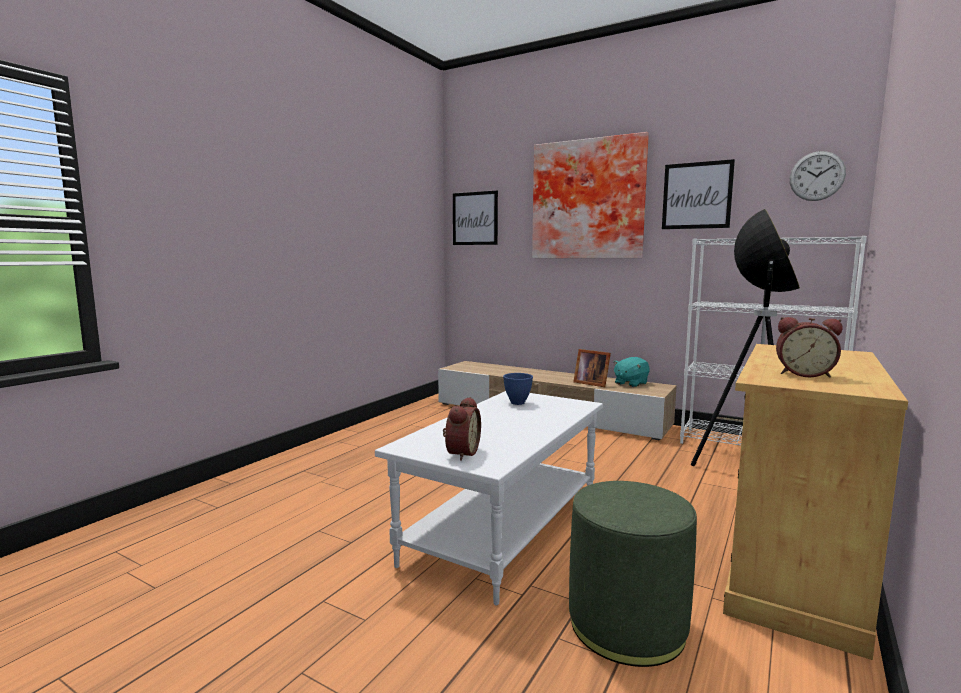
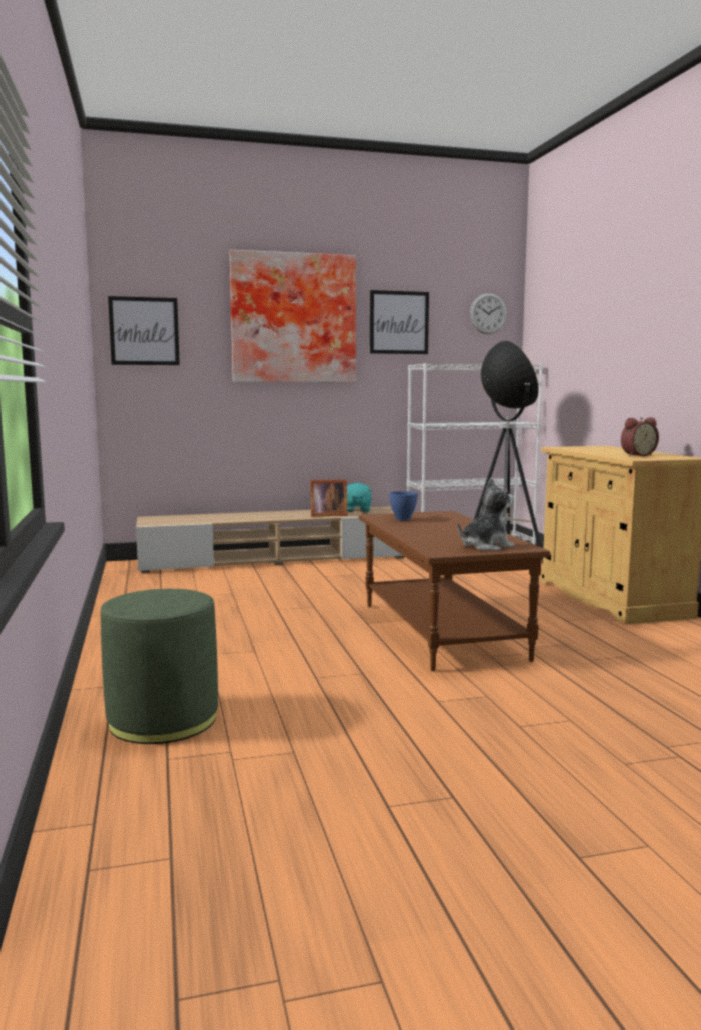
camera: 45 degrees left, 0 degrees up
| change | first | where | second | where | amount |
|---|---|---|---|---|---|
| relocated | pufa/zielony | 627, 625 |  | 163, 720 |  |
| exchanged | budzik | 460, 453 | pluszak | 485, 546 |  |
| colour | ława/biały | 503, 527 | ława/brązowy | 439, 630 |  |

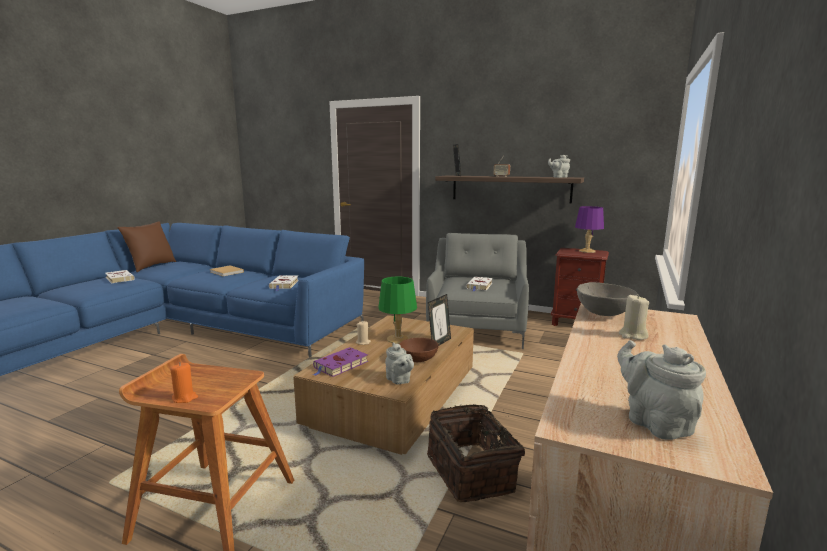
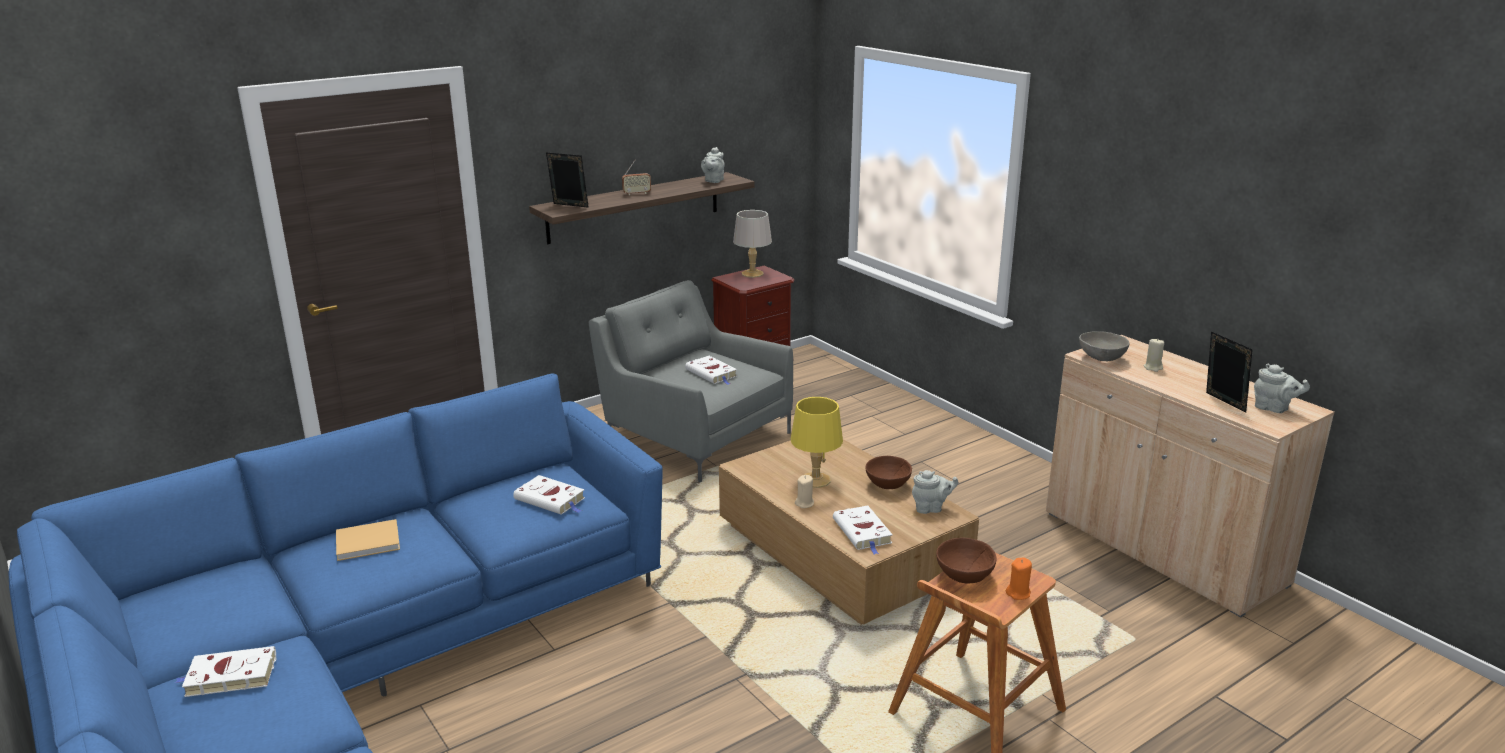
camera: 60 degrees left, 10 degrees up
| change | first | where | second | where | amount |
|---|---|---|---|---|---|
| missing | poduszka/brązowy | 151, 266 |  |  |  |
| missing | koszyk | 472, 472 |  |  |  |
| appeared |  |  | miska/brązowy | 964, 575 |  |
| relocated | ramka na zdjęcie | 439, 343 |  | 1222, 403 |  |
| colour | książka/fioletowy | 340, 365 | książka/biały | 863, 532 |  |
| colour | lampa stołowa/zielony | 398, 339 | lampa stołowa/żółty | 815, 480 |  |
| colour | lampa stołowa/fioletowy | 586, 251 | lampa stołowa/szary | 752, 274 |  |
| spun | imbryk/szary | 654, 422 |  | 1274, 408 | 150 degrees counterclockwise |

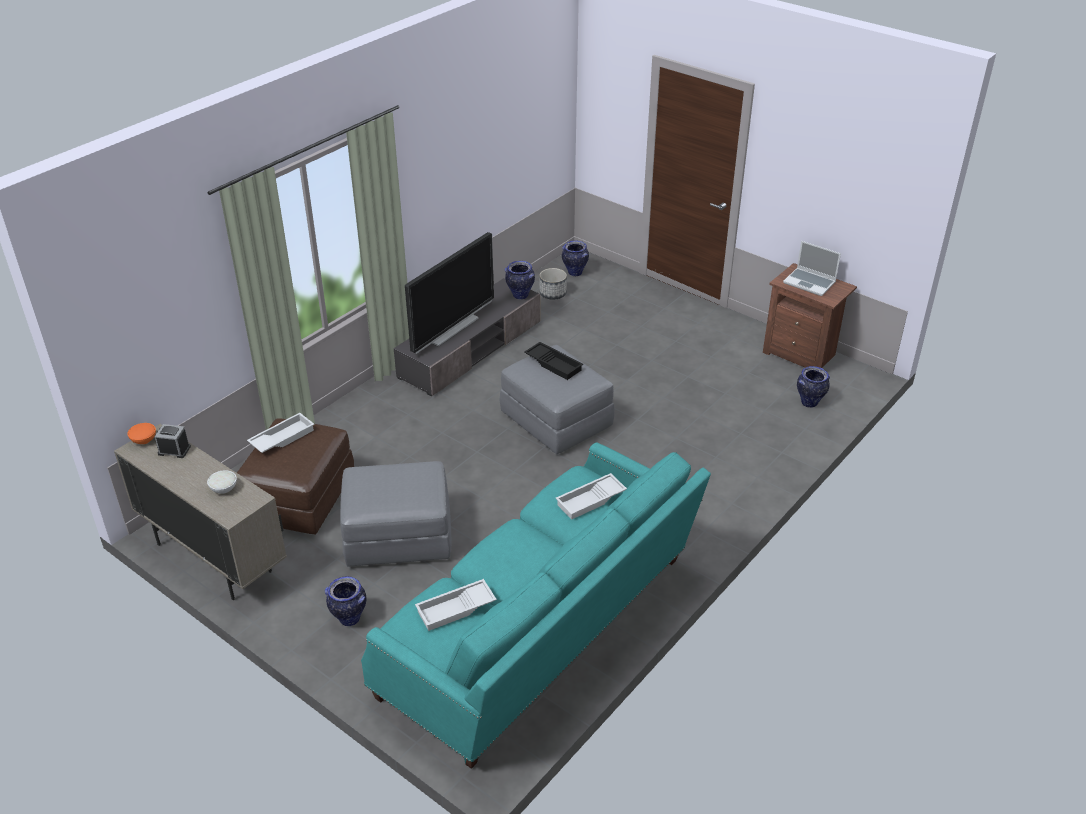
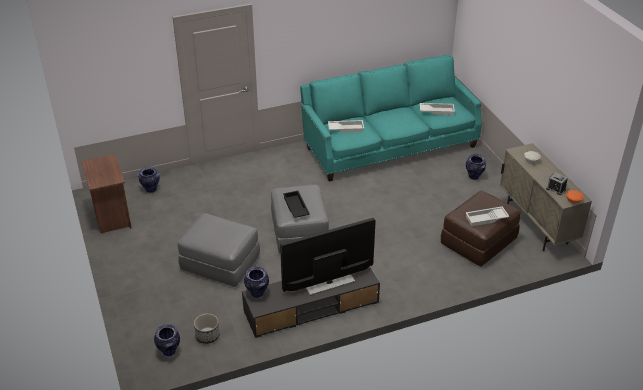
camera: 150 degrees left, 0 degrees up
| change | first | where | second | where | amount |
|---|---|---|---|---|---|
| missing | laptop | 810, 283 |  |  |  |
| relocated | pufa/szary | 399, 535 |  | 220, 264 |  |

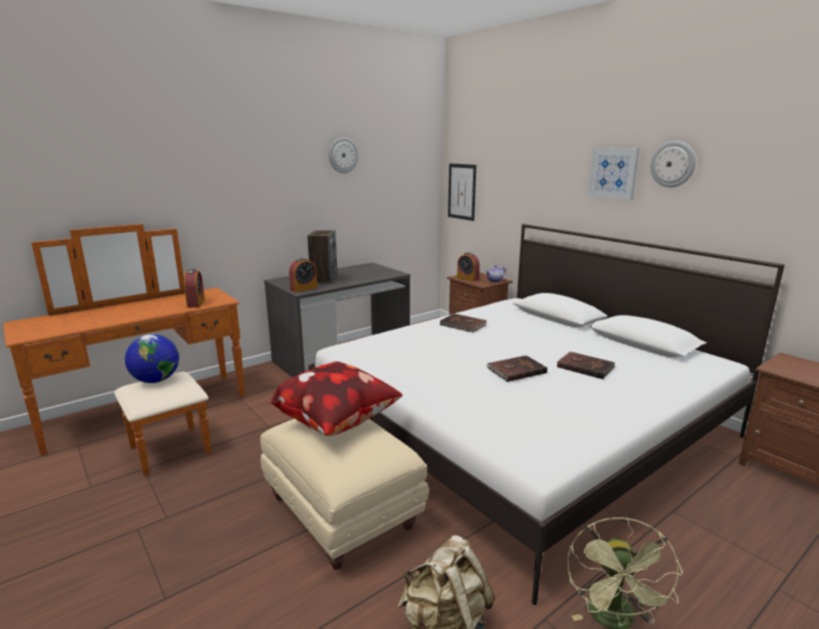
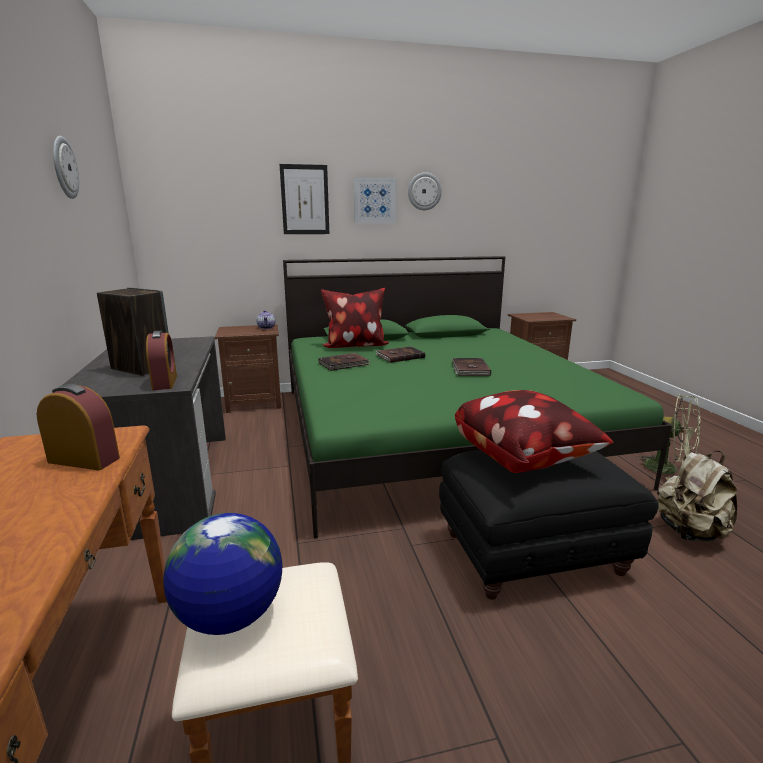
camera: 65 degrees left, 0 degrees up
| change | first | where | second | where | amount |
|---|---|---|---|---|---|
| missing | budzik | 467, 279 |  |  |  |
| appeared |  |  | poduszka | 354, 346 |  |
| relocated | obraz | 462, 191 |  | 305, 200 |  |
| relocated | książka/brązowy | 585, 367 |  | 400, 356 |  |
| colour | pufa/beżowy | 343, 514 | pufa/czarny | 534, 553 |  |
| colour | łóżko/biały | 521, 427 | łóżko/zielony | 435, 430 |  |

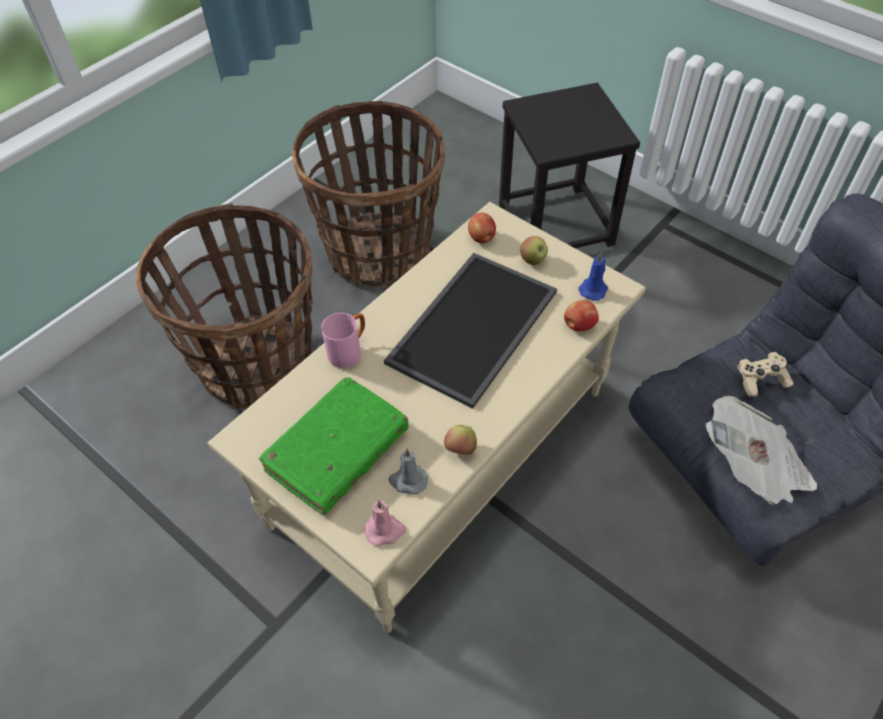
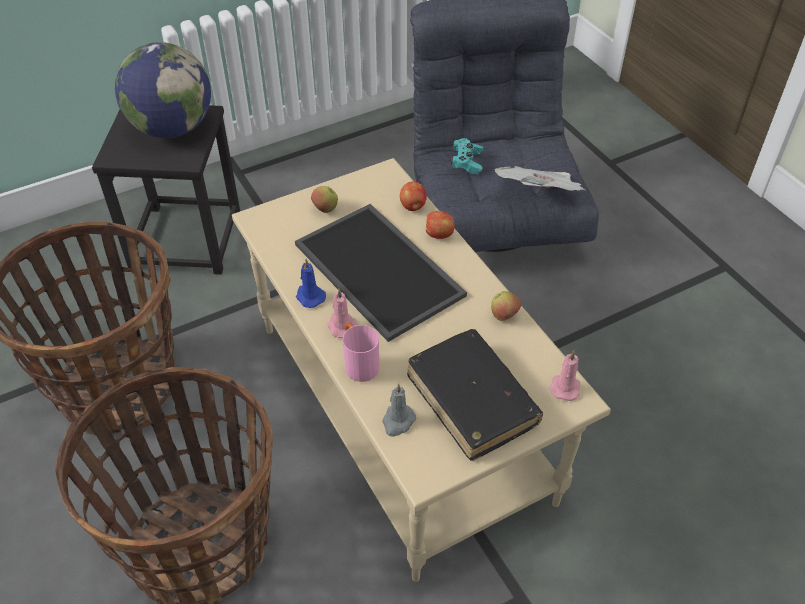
camera: 70 degrees left, 5 degrees down
| change | first | where | second | where | amount |
|---|---|---|---|---|---|
| appeared |  |  | globus | 172, 128 |  |
| appeared |  |  | świeca/różowy | 341, 325 |  |
| relocated | świeca/szary | 408, 481 |  | 398, 422 |  |
| relocated | jabłko | 481, 238 |  | 439, 234 |  |
| relocated | świeca/niebieski | 593, 289 |  | 309, 296 |  |
| colour | książka/zielony | 337, 452 | książka/czarny | 472, 401 |  |
| colour | pad do gier/beżowy | 760, 380 | pad do gier/turkusowy | 466, 162 |  |

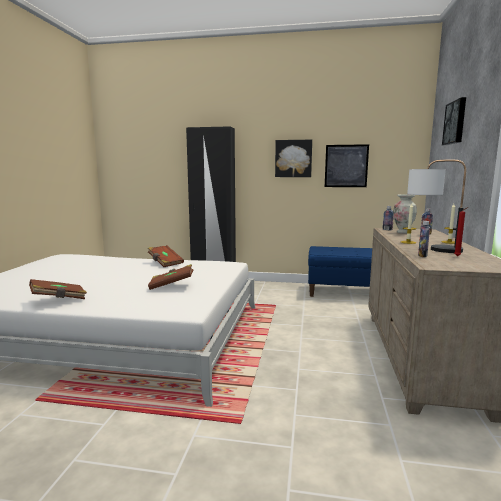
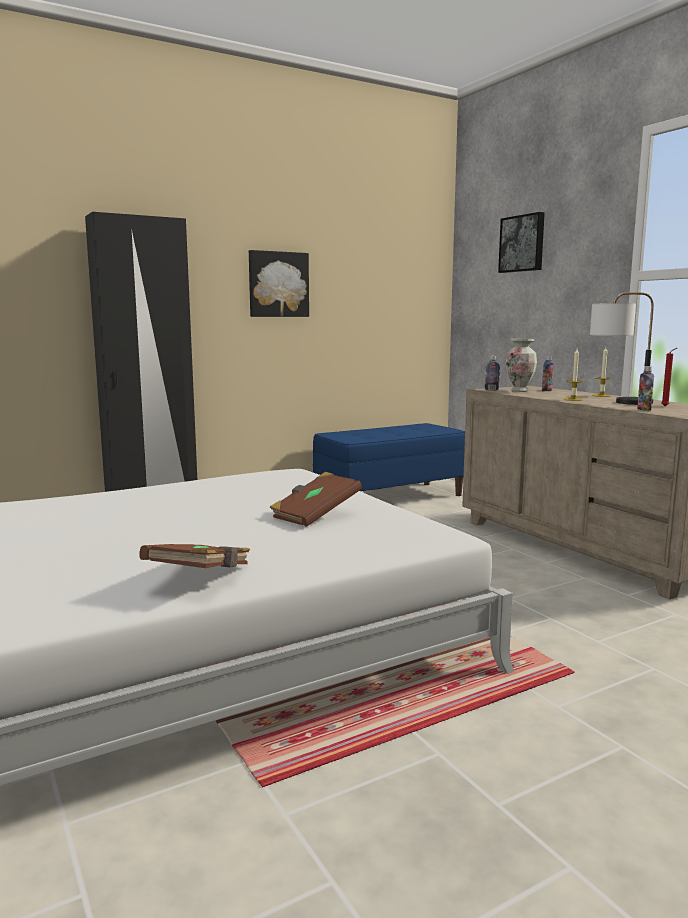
camera: 40 degrees left, 0 degrees up
| change | first | where | second | where | amount |
|---|---|---|---|---|---|
| missing | książka/brązowy | 165, 263 |  |  |  |
| missing | obraz | 346, 166 |  |  |  |

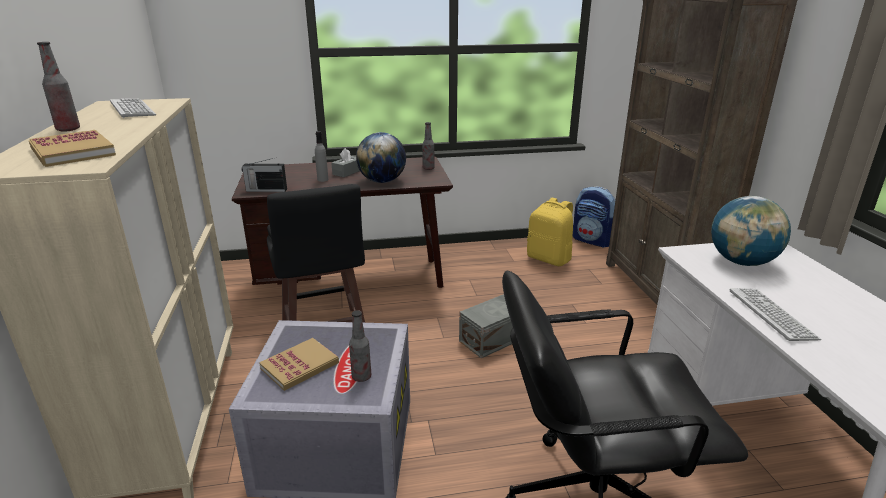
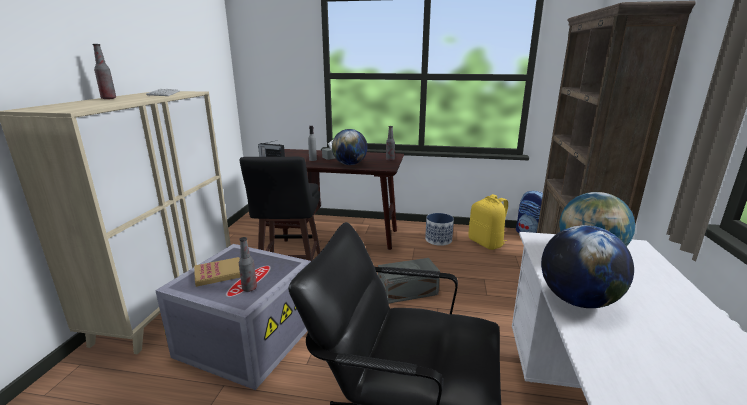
camera: 20 degrees right, 5 degrees down
| change | first | where | second | where | amount |
|---|---|---|---|---|---|
| missing | książka | 72, 152 |  |  |  |
| appeared |  |  | donica | 438, 240 |  |
| exchanged | klawiatura | 771, 315 | globus | 577, 300 |  |

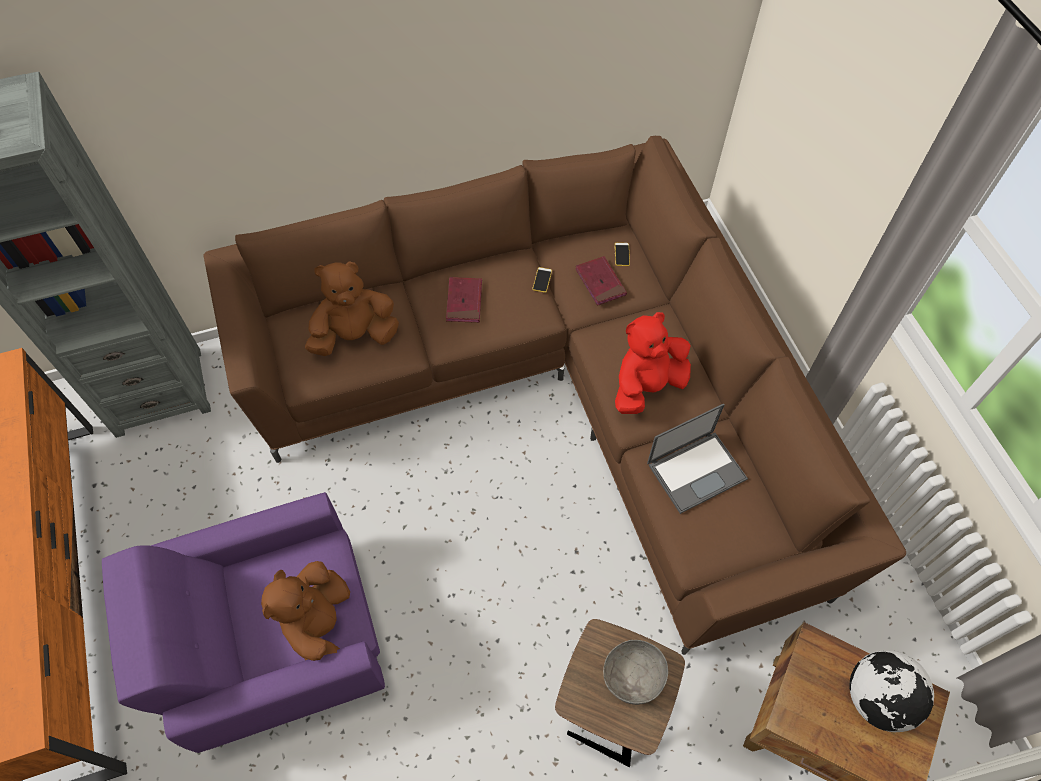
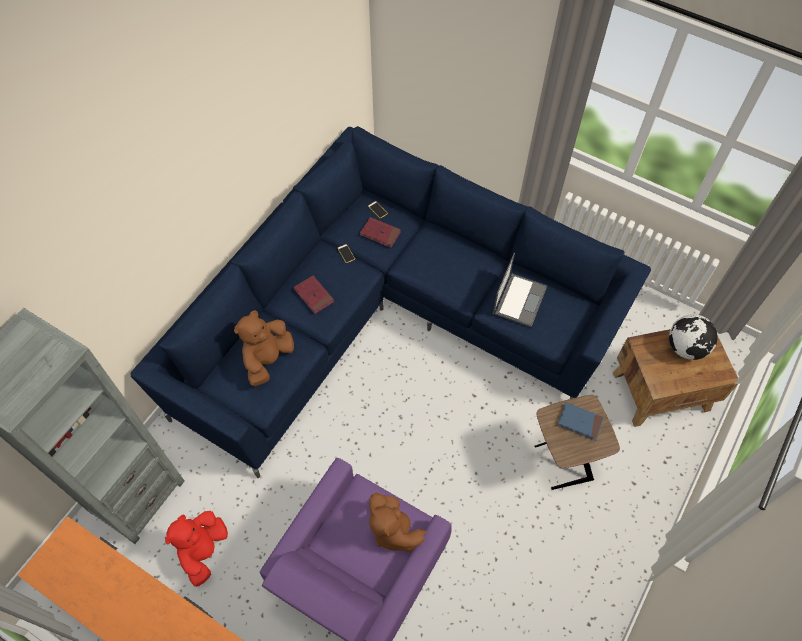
camera: 40 degrees left, 0 degrees up
| change | first | where | second | where | amount |
|---|---|---|---|---|---|
| relocated | pluszak/czerwony | 647, 386 |  | 204, 550 |  |
| exchanged | miska/szary | 633, 676 | książka/niebieski | 580, 422 |  |
| colour | kanapa/brązowy | 556, 393 | kanapa/niebieski | 386, 318 |  |

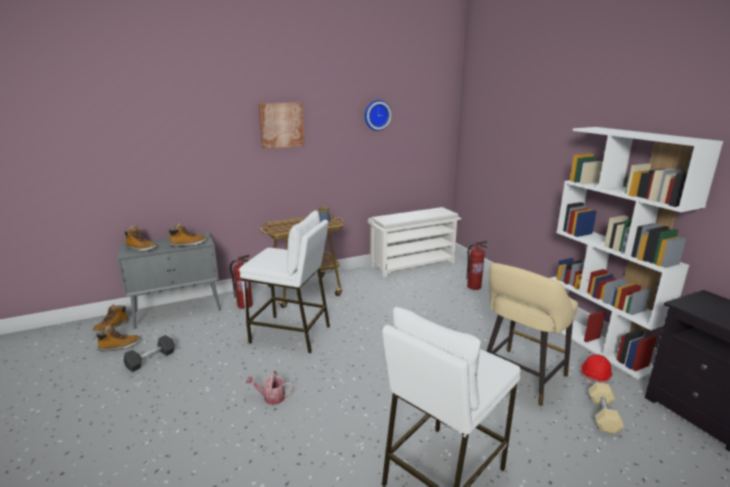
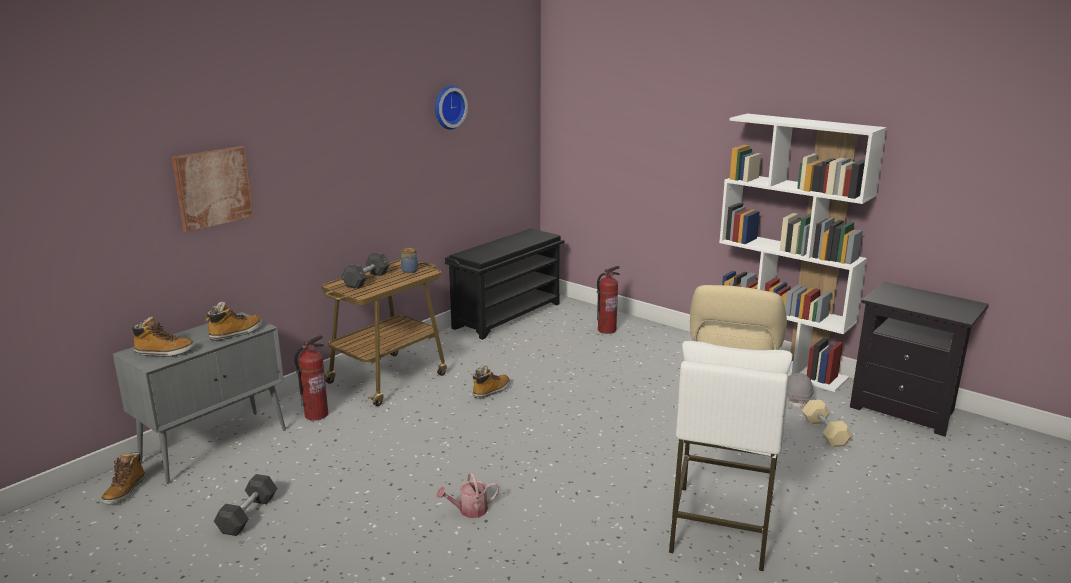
camera: 25 degrees left, 0 degrees up
| change | first | where | second | where | amount |
|---|---|---|---|---|---|
| missing | stołek/biały | 291, 334 |  |  |  |
| appeared |  |  | hantel/szary | 366, 280 |  |
| relocated | but z cholewką | 119, 346 |  | 491, 391 |  |
| relocated | obraz | 281, 125 |  | 212, 187 |  |
| colour | regał na buty/biały | 413, 264 | regał na buty/czarny | 507, 315 |  |
| colour | kask/czerwony | 595, 376 | kask/szary | 797, 398 |  |

